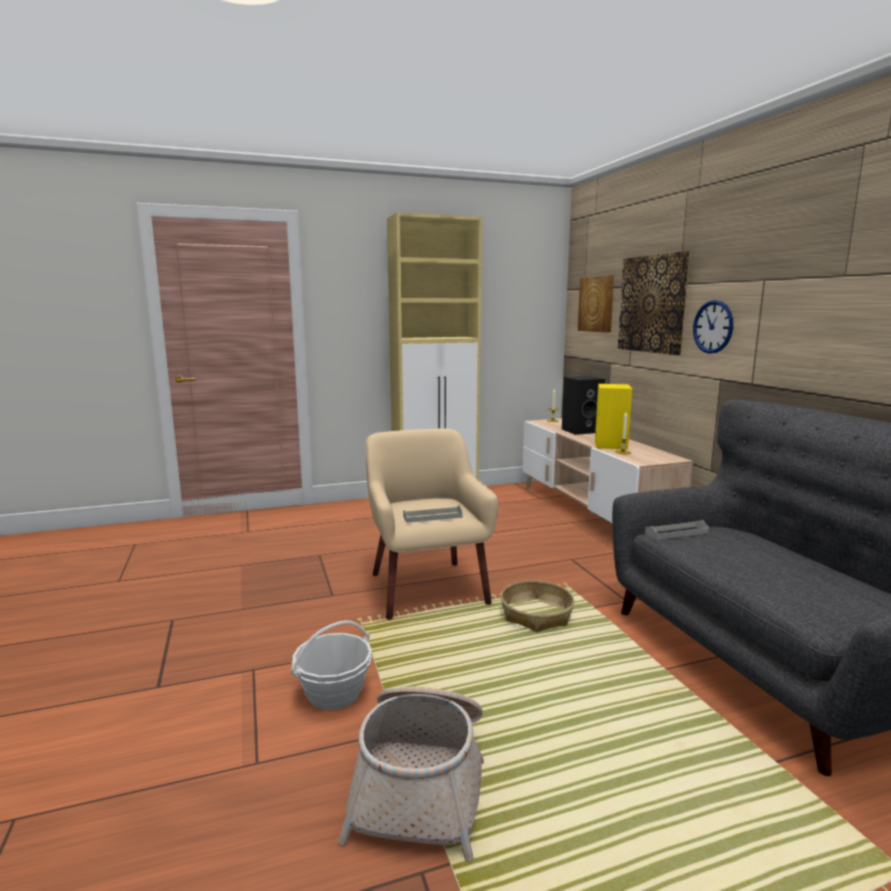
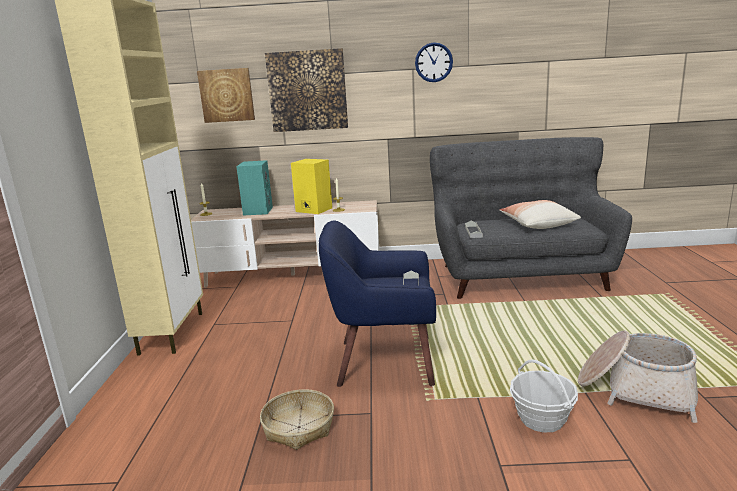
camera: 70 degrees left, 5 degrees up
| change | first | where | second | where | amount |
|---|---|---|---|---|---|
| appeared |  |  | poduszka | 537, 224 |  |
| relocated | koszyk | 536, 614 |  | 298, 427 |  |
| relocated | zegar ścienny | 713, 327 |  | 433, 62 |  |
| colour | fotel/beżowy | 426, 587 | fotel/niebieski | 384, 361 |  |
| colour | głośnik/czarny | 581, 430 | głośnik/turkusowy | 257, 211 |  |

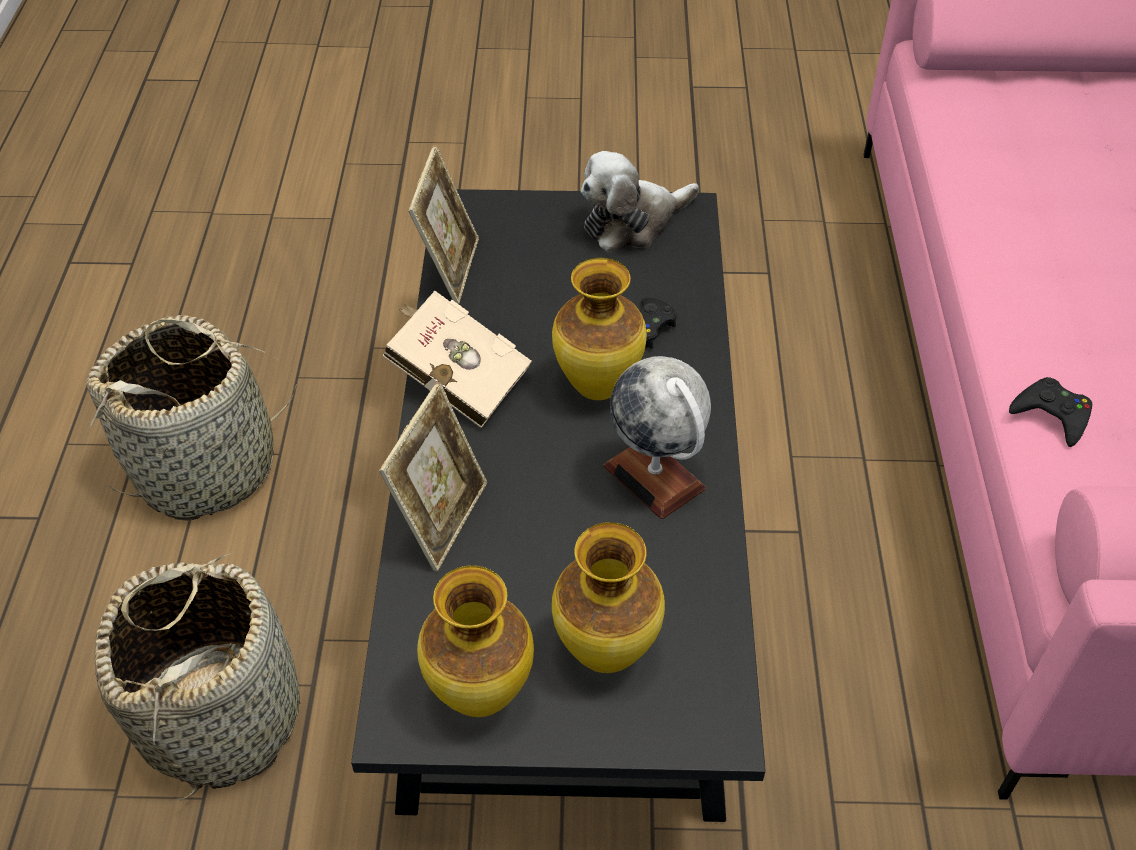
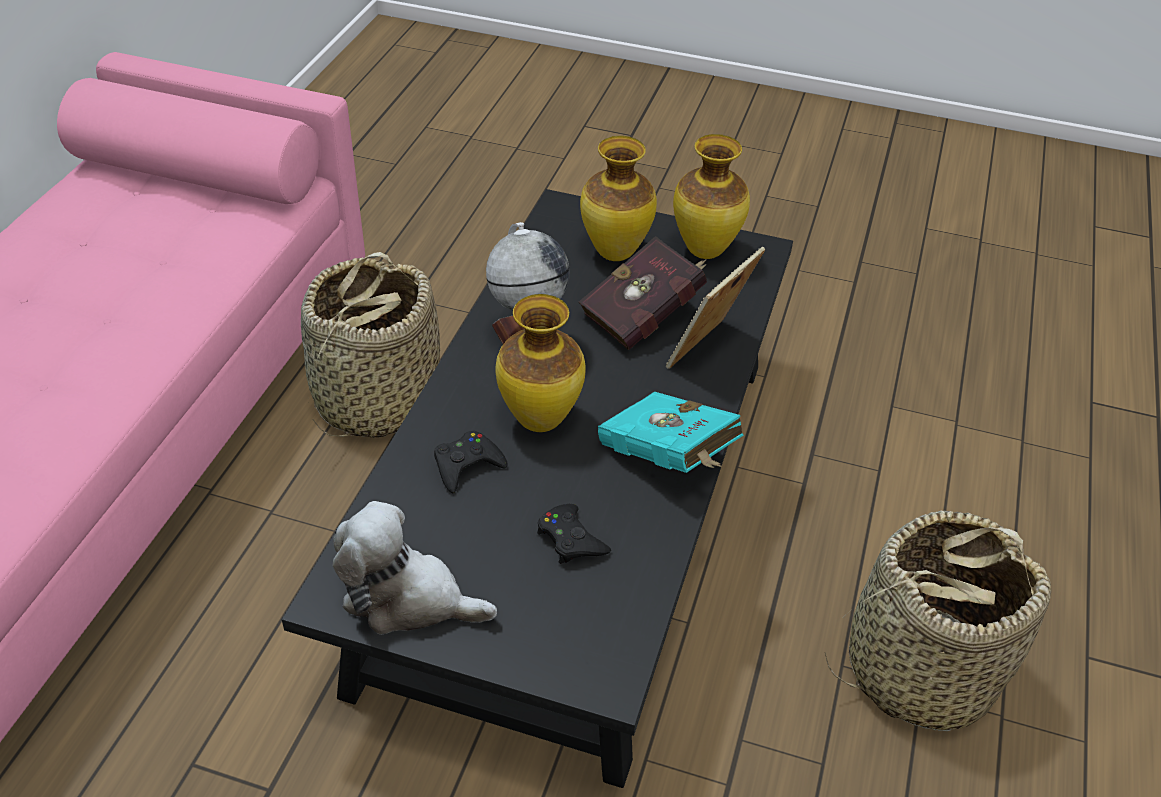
camera: 165 degrees left, 5 degrees down
| change | first | where | second | where | amount |
|---|---|---|---|---|---|
| missing | ramka na zdjęcie | 449, 269 |  |  |  |
| appeared |  |  | książka/czerwony | 646, 315 |  |
| relocated | koszyk | 222, 715 |  | 376, 400 |  |
| relocated | pad do gier/czarny | 1052, 415 |  | 570, 539 |  |
| colour | książka/beżowy | 456, 379 | książka/turkusowy | 669, 459 |  |
| spun | pluszak | 632, 222 |  | 408, 598 | 150 degrees counterclockwise |

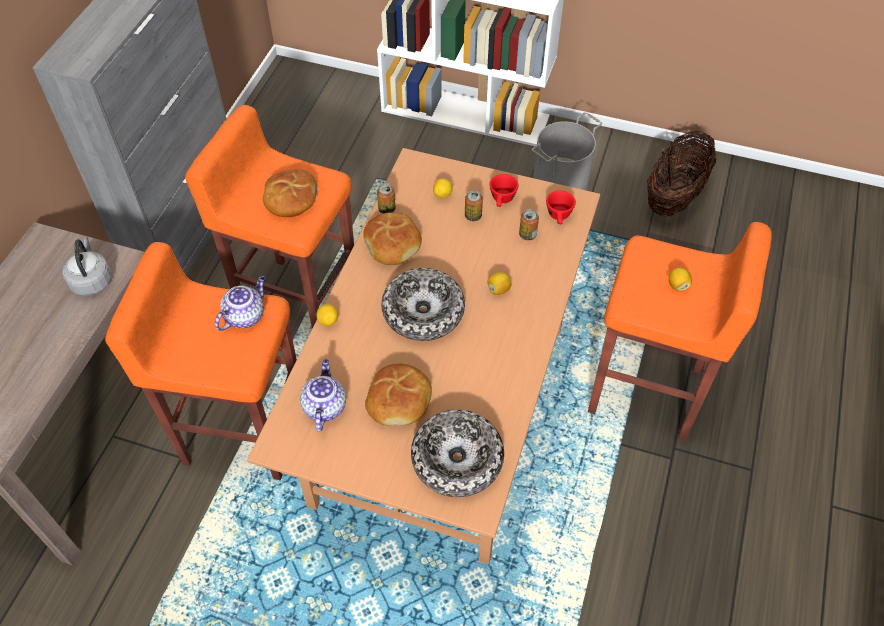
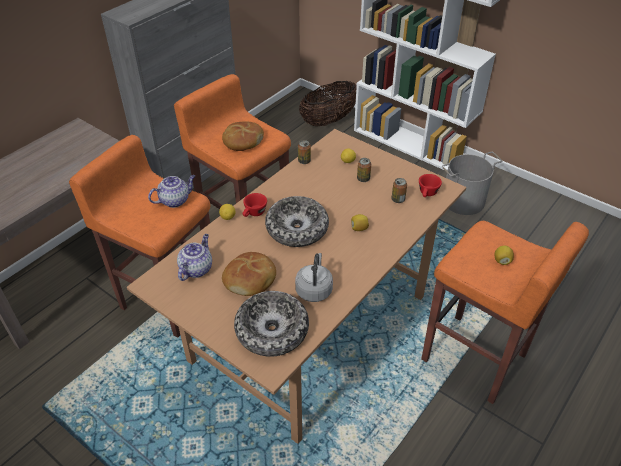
camera: 20 degrees right, 10 degrees down
| change | first | where | second | where | amount |
|---|---|---|---|---|---|
| missing | chleb | 393, 244 |  |  |  |
| relocated | czajnik/szary | 91, 280 |  | 314, 289 |  |
| relocated | filiżanka/czerwony | 502, 200 |  | 254, 213 |  |
| relocated | koszyk | 674, 196 |  | 329, 120 |  |

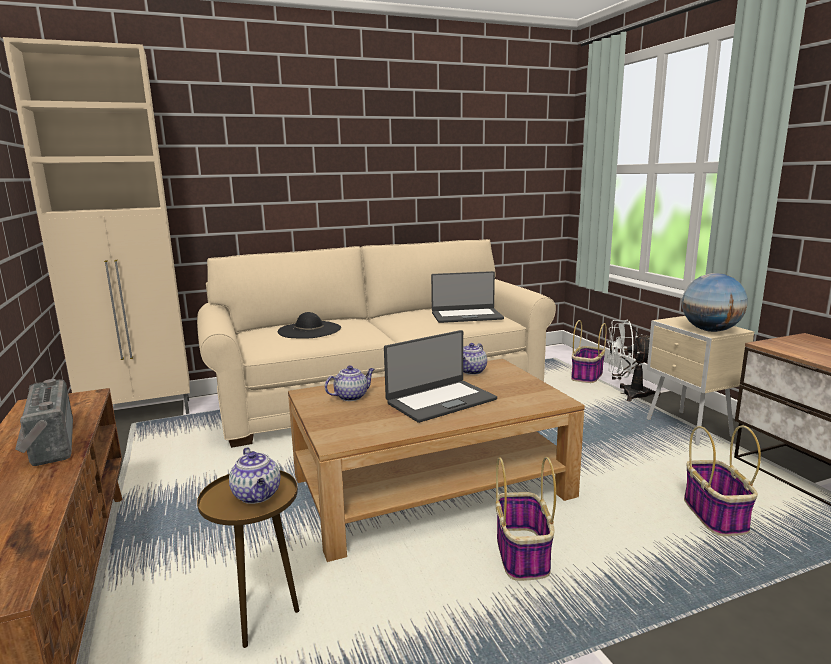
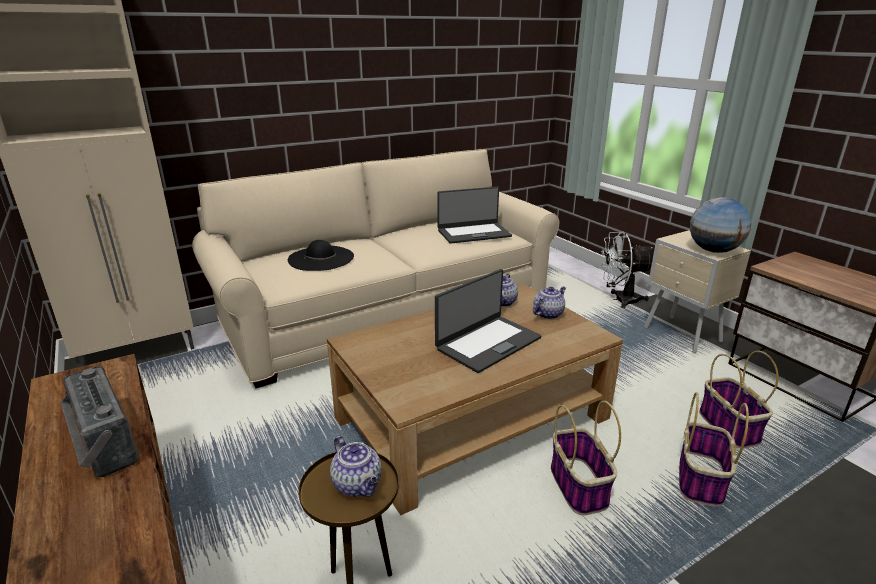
camera: 10 degrees left, 10 degrees up
| change | first | where | second | where | amount |
|---|---|---|---|---|---|
| relocated | imbryk | 351, 396 |  | 548, 314 |  |
| relocated | koszyk | 587, 376 |  | 701, 480 |  |

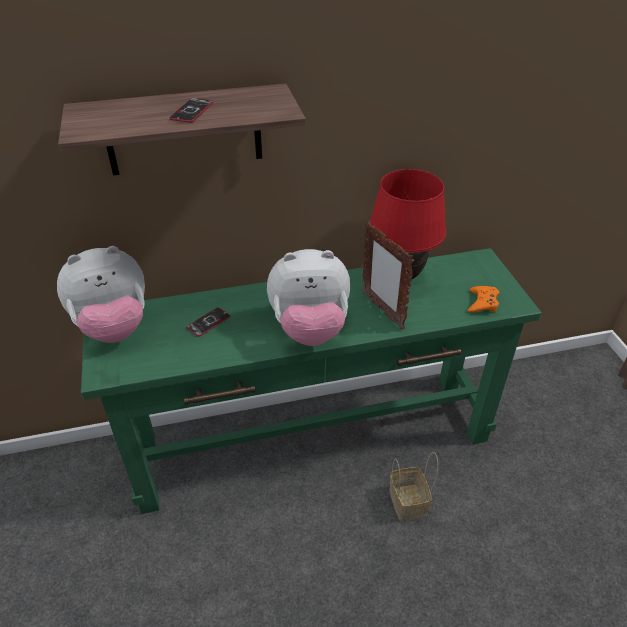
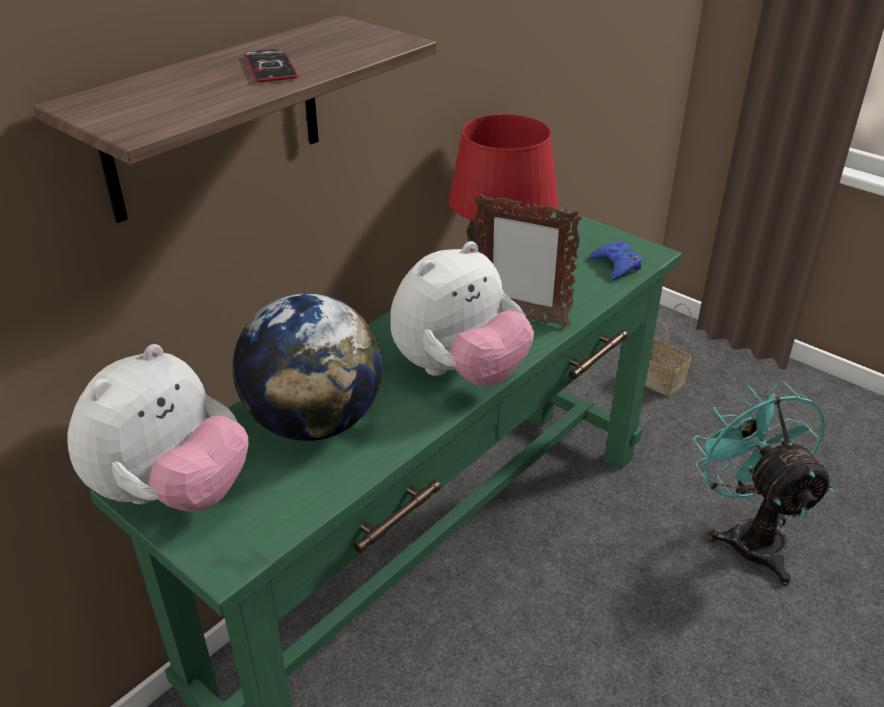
camera: 35 degrees left, 5 degrees down
| change | first | where | second | where | amount |
|---|---|---|---|---|---|
| appeared |  |  | wentylator/turkusowy | 749, 534 |  |
| relocated | koszyk | 409, 503 |  | 661, 381 |  |
| exchanged | telefon | 208, 322 | globus | 314, 422 |  |
| colour | pad do gier/pomarańczowy | 482, 303 | pad do gier/niebieski | 616, 265 |  |

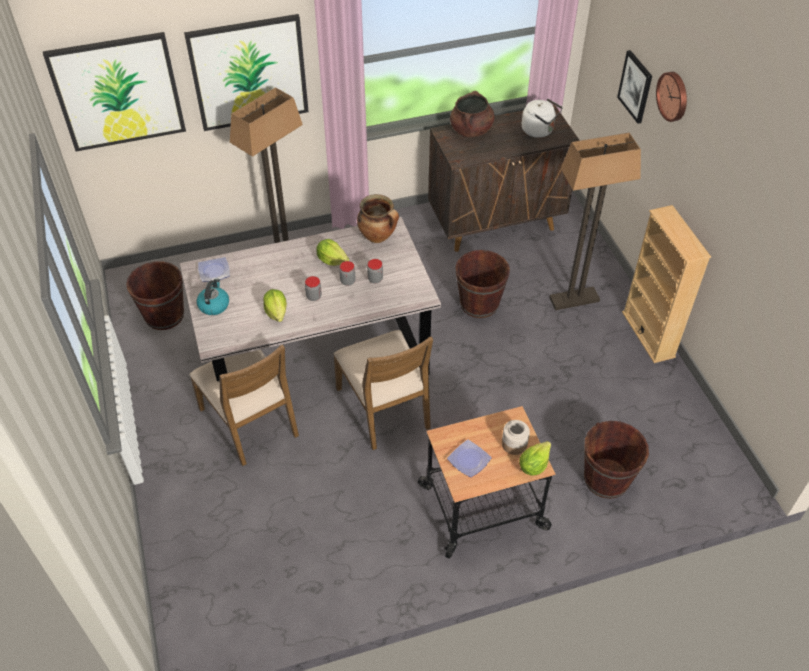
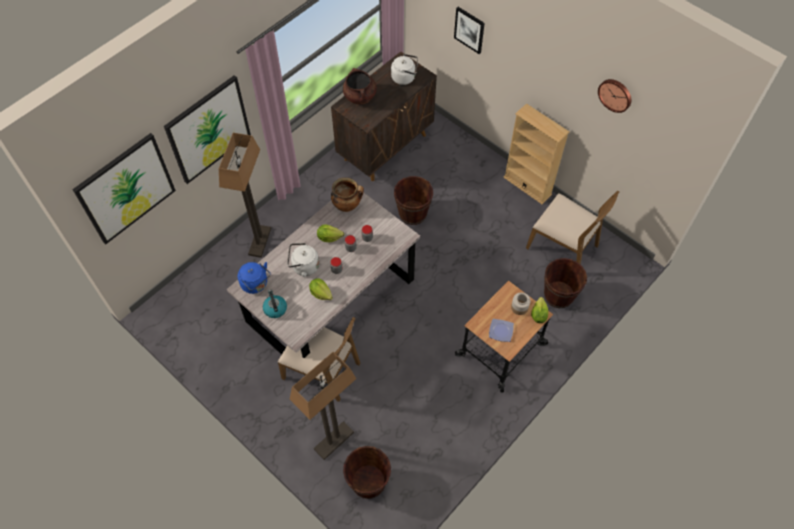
camera: 30 degrees left, 10 degrees up
| change | first | where | second | where | amount |
|---|---|---|---|---|---|
| appeared |  |  | czajnik/biały | 304, 267 |  |
| relocated | wiadro/brązowy | 164, 315 |  | 368, 482 |  |
| relocated | krzesło/brązowy | 384, 407 |  | 563, 246 |  |
| relocated | lampa stojąca | 574, 299 |  | 334, 440 |  |
| relocated | zegar ścienny | 673, 96 |  | 615, 94 |  |
| exchanged | talerz | 213, 272 | czajnik/niebieski | 256, 284 |  |

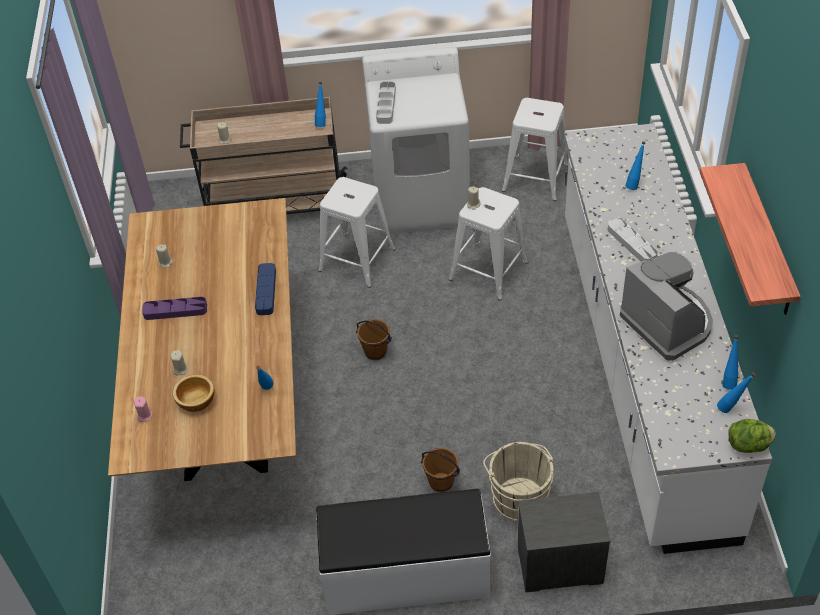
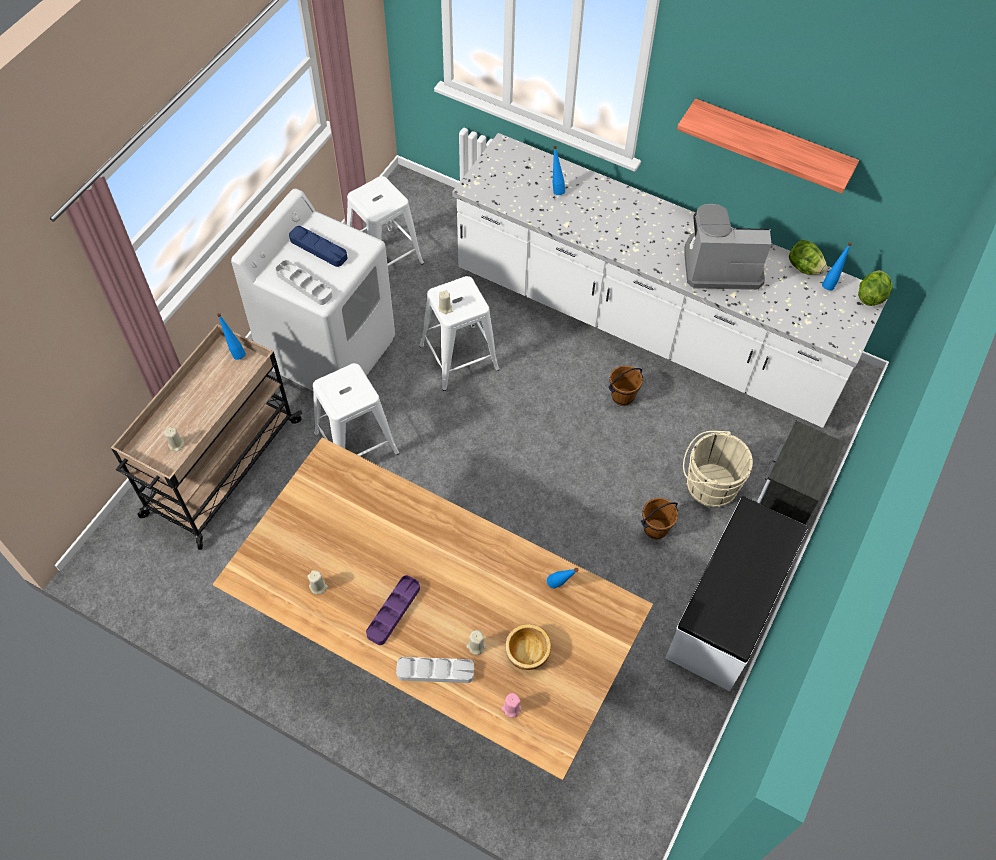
camera: 60 degrees left, 10 degrees up
| change | first | where | second | where | amount |
|---|---|---|---|---|---|
| relocated | taca/niebieski | 266, 291 |  | 318, 249 |  |
| relocated | wiadro/brązowy | 375, 352 |  | 622, 396 |  |
| relocated | taca/szary | 632, 243 |  | 435, 671 |  |
| exchanged | butelka/niebieski | 728, 381 | sałata | 804, 268 |  |

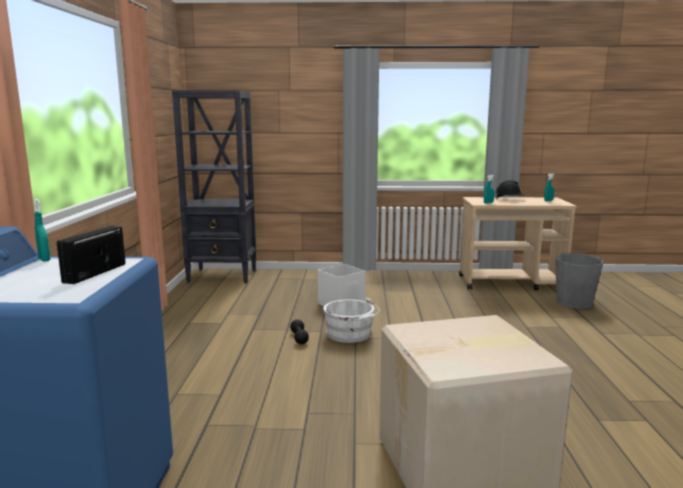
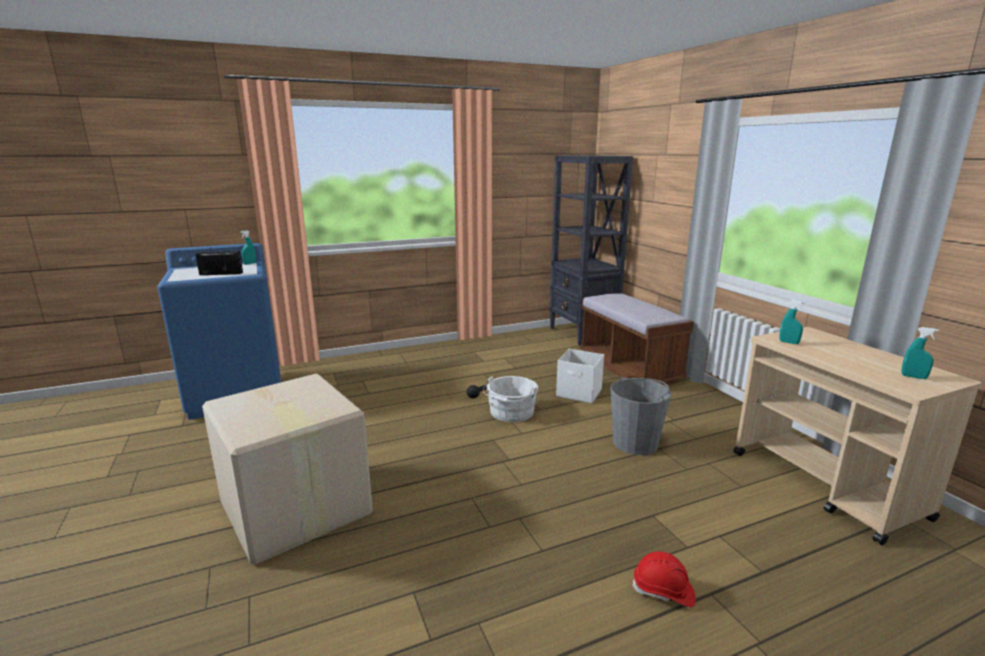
camera: 65 degrees right, 5 degrees up
| change | first | where | second | where | amount |
|---|---|---|---|---|---|
| missing | kask/czarny | 509, 199 |  |  |  |
| appeared |  |  | ławka/brązowy | 629, 368 |  |
| appeared |  |  | kask/czerwony | 663, 591 |  |
| relocated | wiadro/szary | 574, 302 |  | 635, 442 |  |

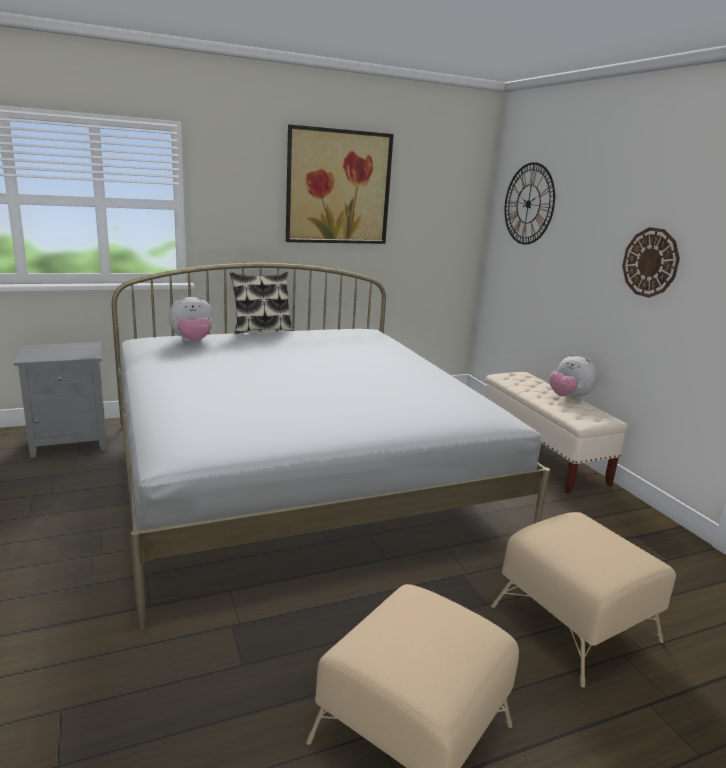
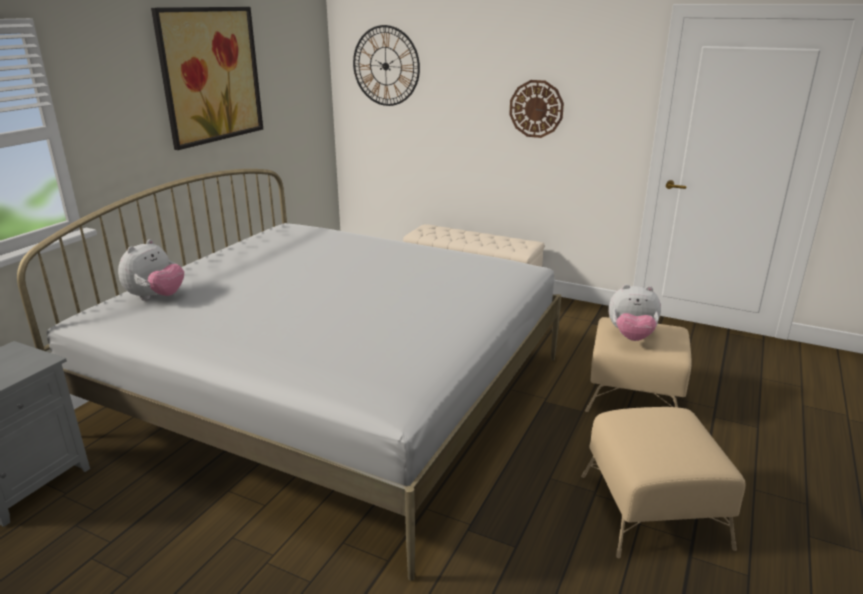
camera: 40 degrees left, 5 degrees up
| change | first | where | second | where | amount |
|---|---|---|---|---|---|
| missing | poduszka | 261, 329 |  |  |  |
| relocated | pluszak | 568, 398 |  | 631, 337 |  |

